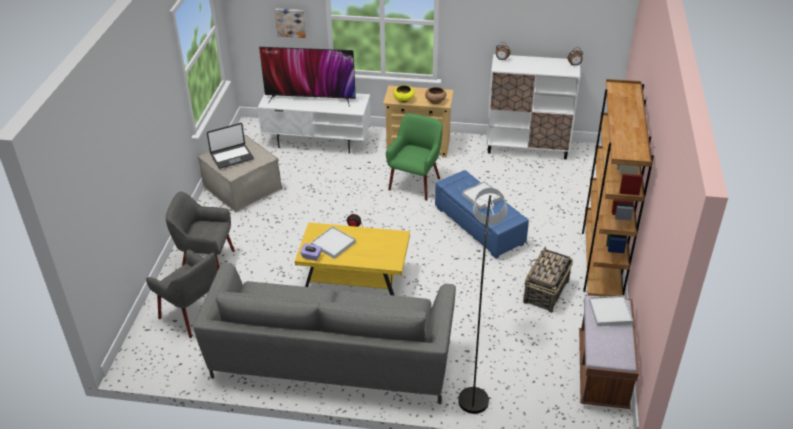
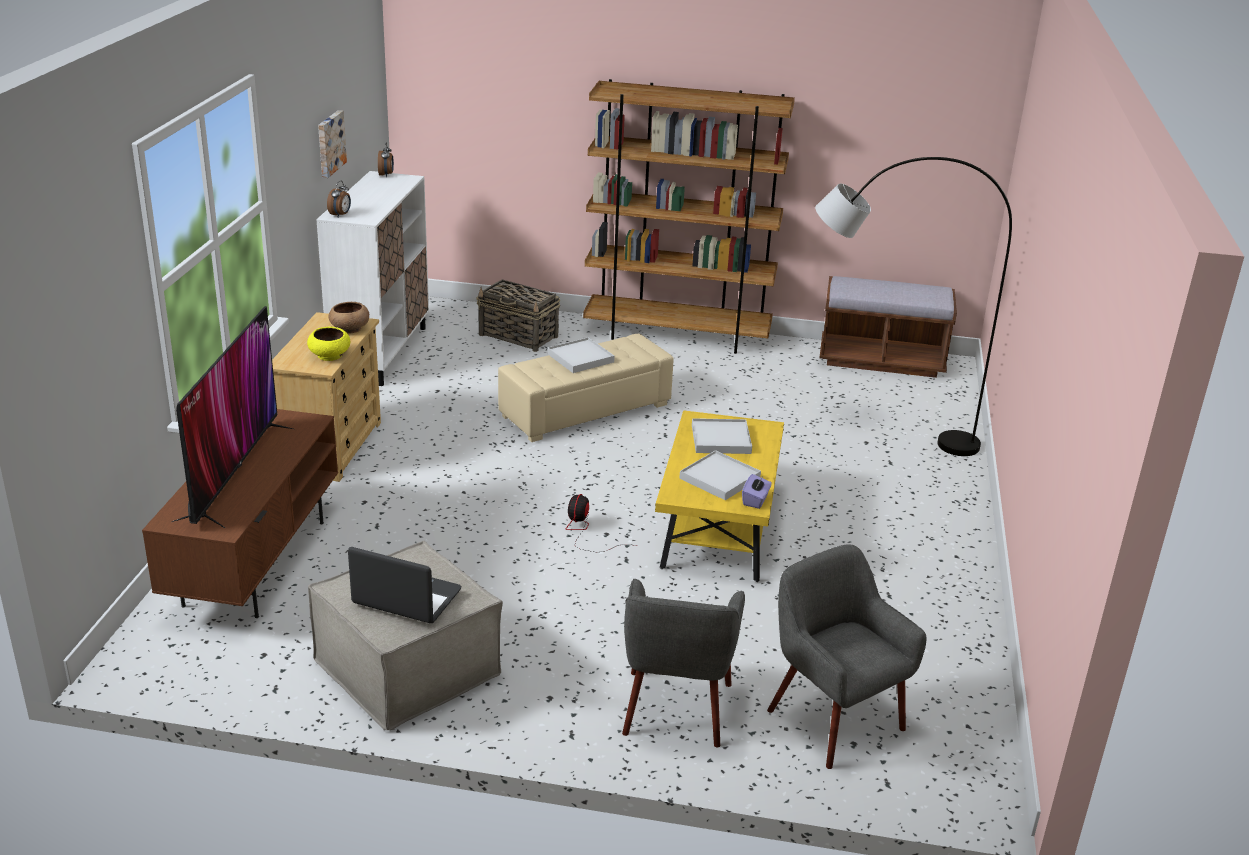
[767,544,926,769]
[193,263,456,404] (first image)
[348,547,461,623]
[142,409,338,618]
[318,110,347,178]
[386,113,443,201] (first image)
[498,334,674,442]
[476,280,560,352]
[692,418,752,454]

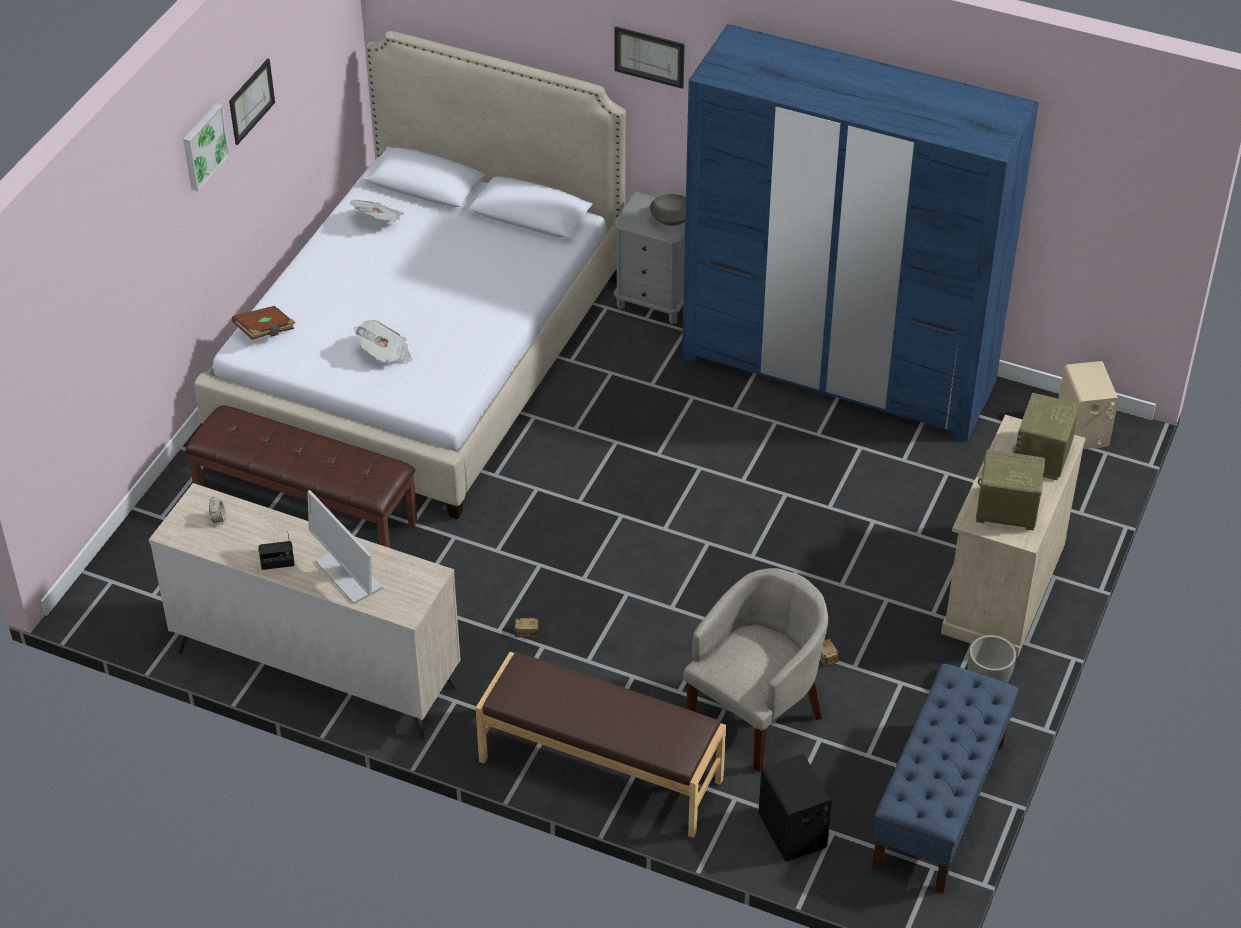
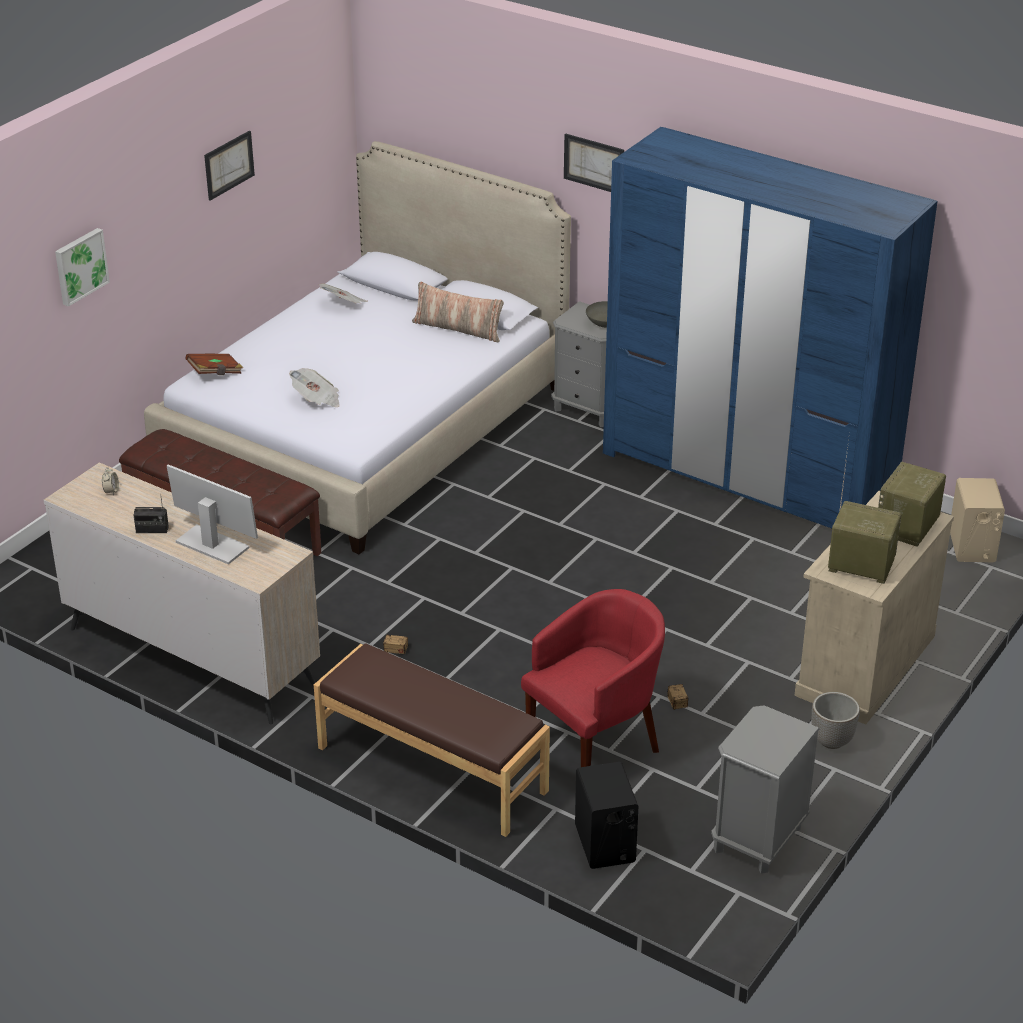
[55,228,110,307]
[167,464,258,564]
[521,589,665,767]
[711,705,820,874]
[412,282,504,342]

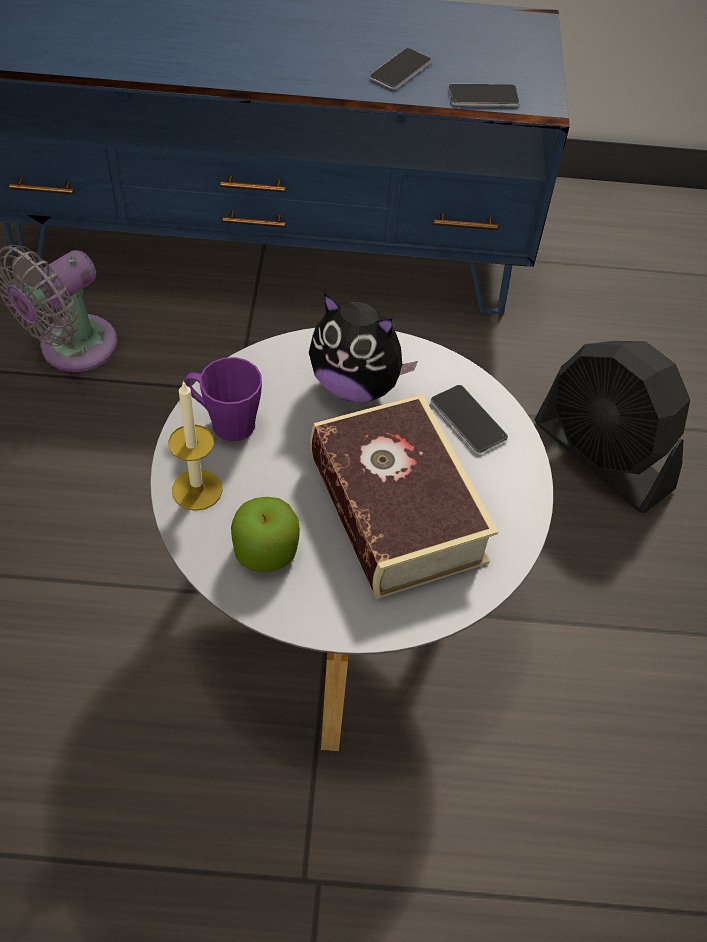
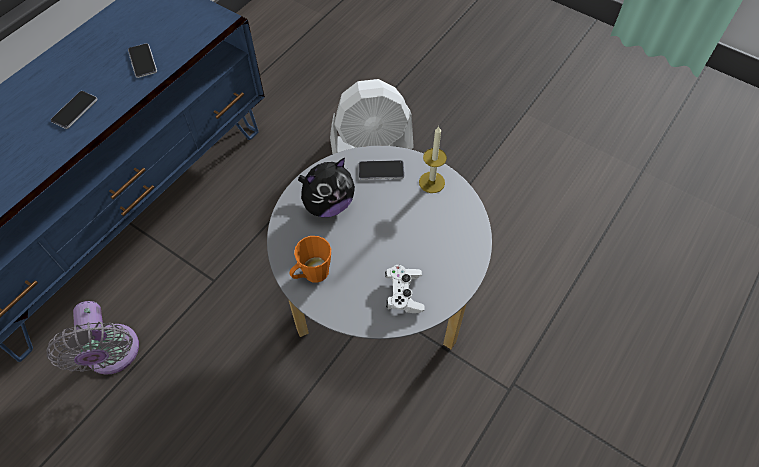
[419,126,447,193]
[290,236,331,283]
[385,265,425,313]
[310,394,498,599] (first image)
[51,91,98,129]
[330,79,414,154]

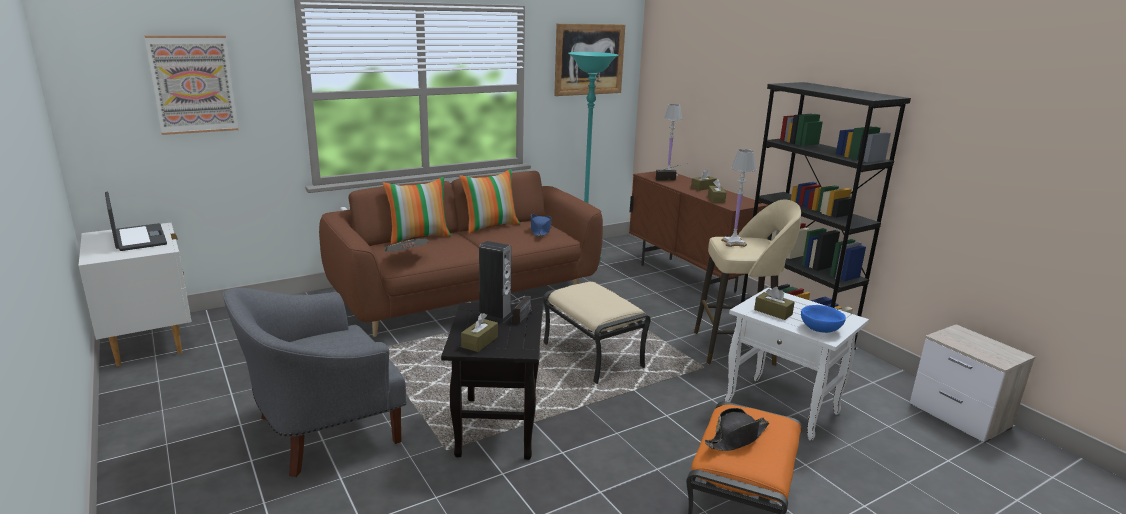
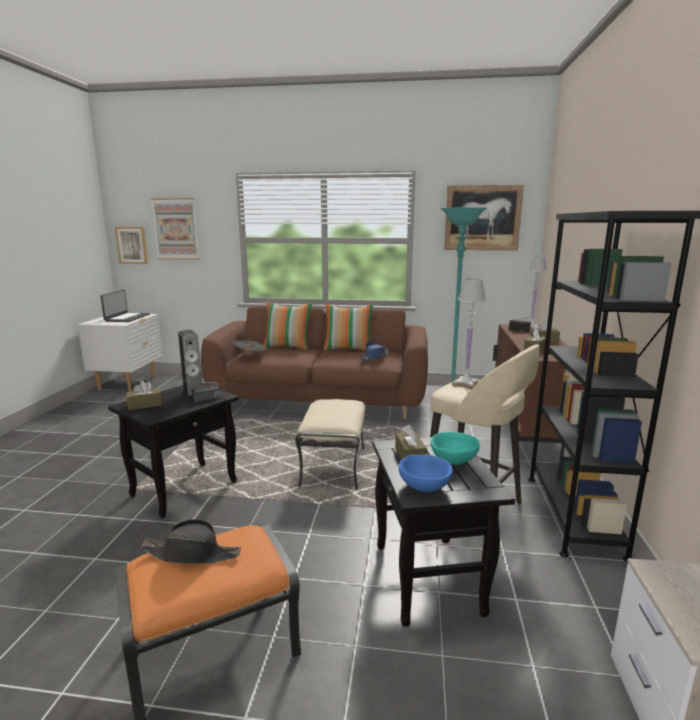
[223,288,407,477] (first image)
[372,437,515,627]
[115,227,148,264]
[431,432,480,465]

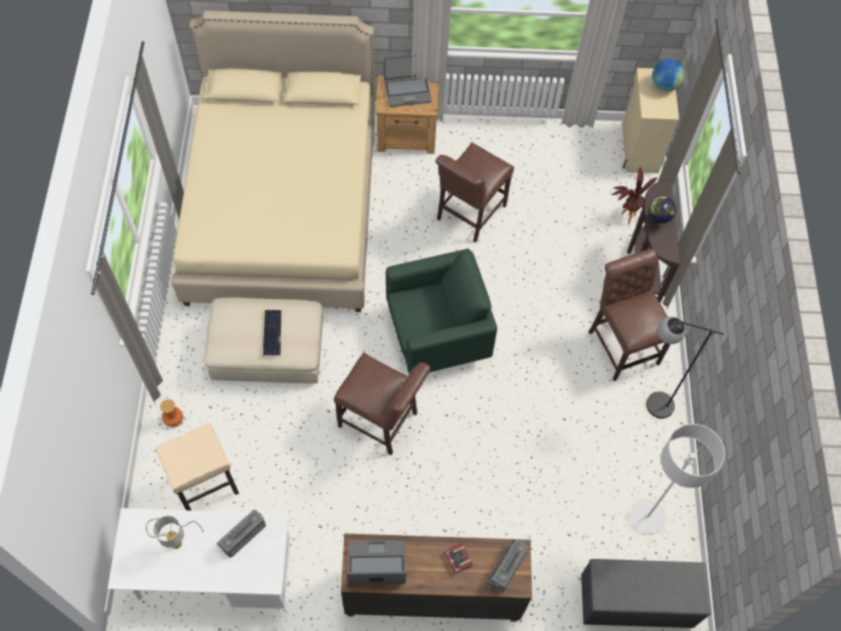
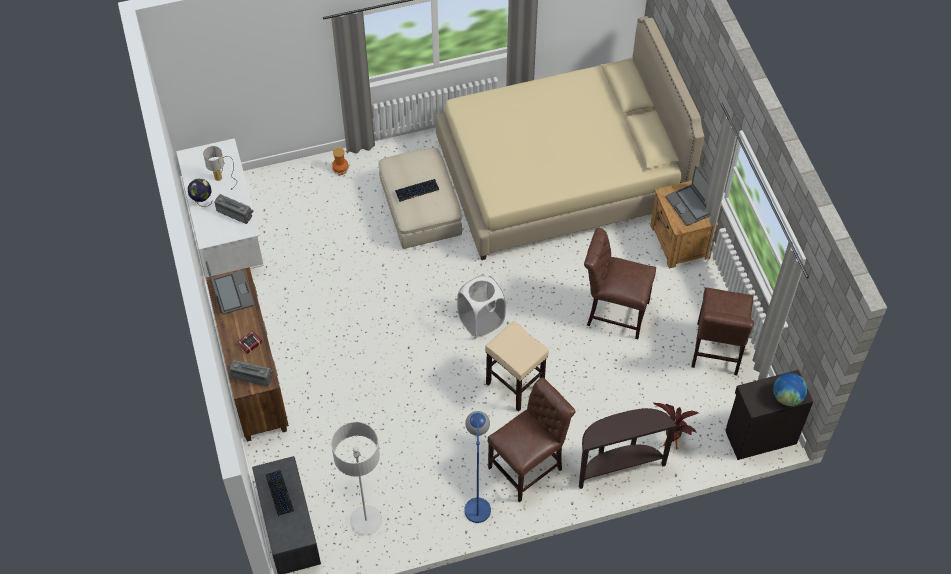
[485,321,549,412]
[691,287,754,375]
[457,275,506,337]
[725,370,813,460]
[464,411,491,523]
[188,179,212,207]
[265,470,294,517]

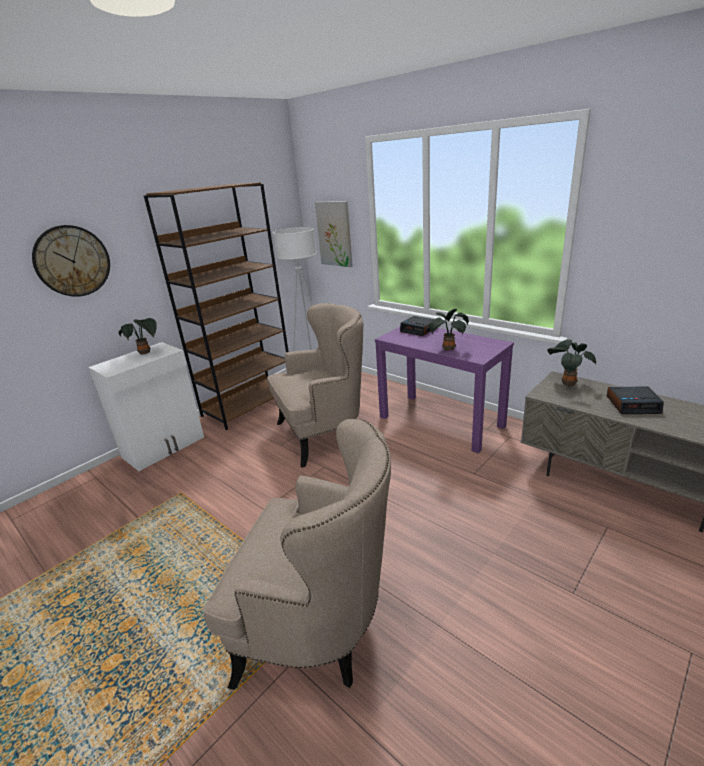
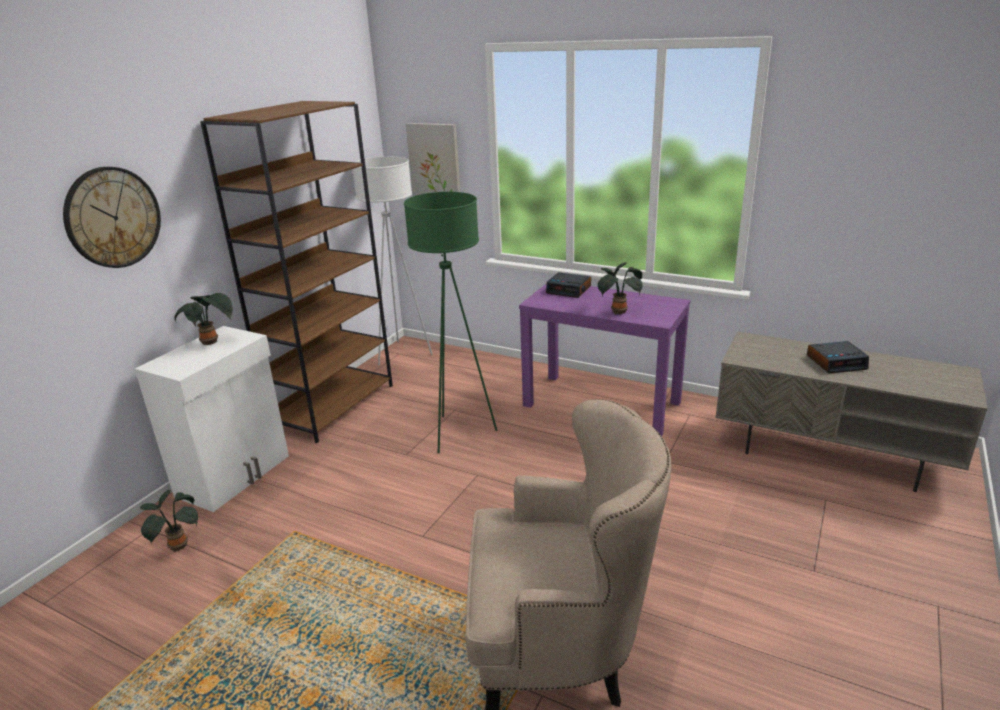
[404,192,497,453]
[140,490,198,552]

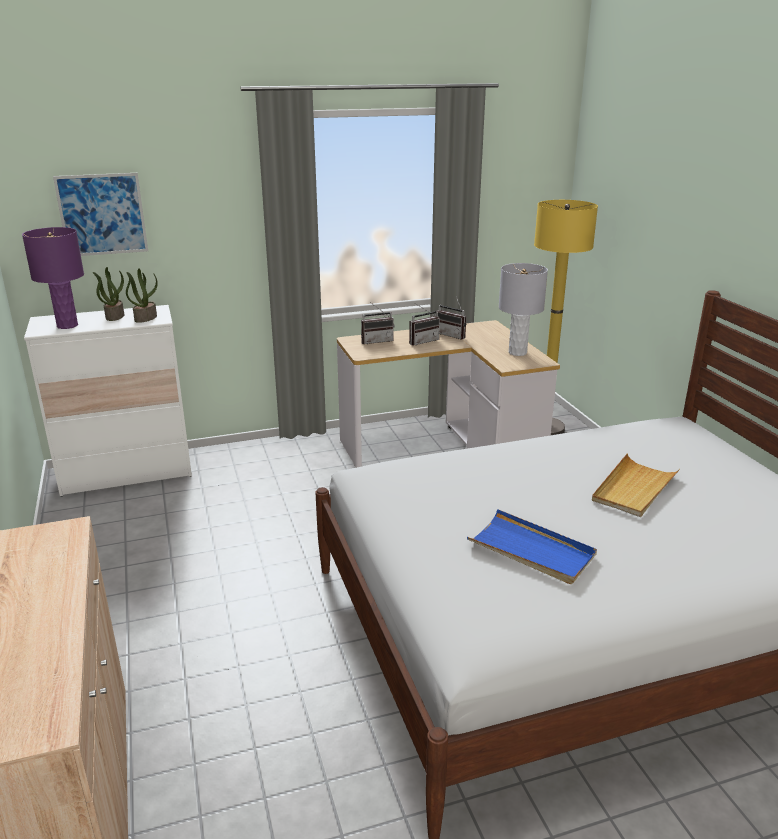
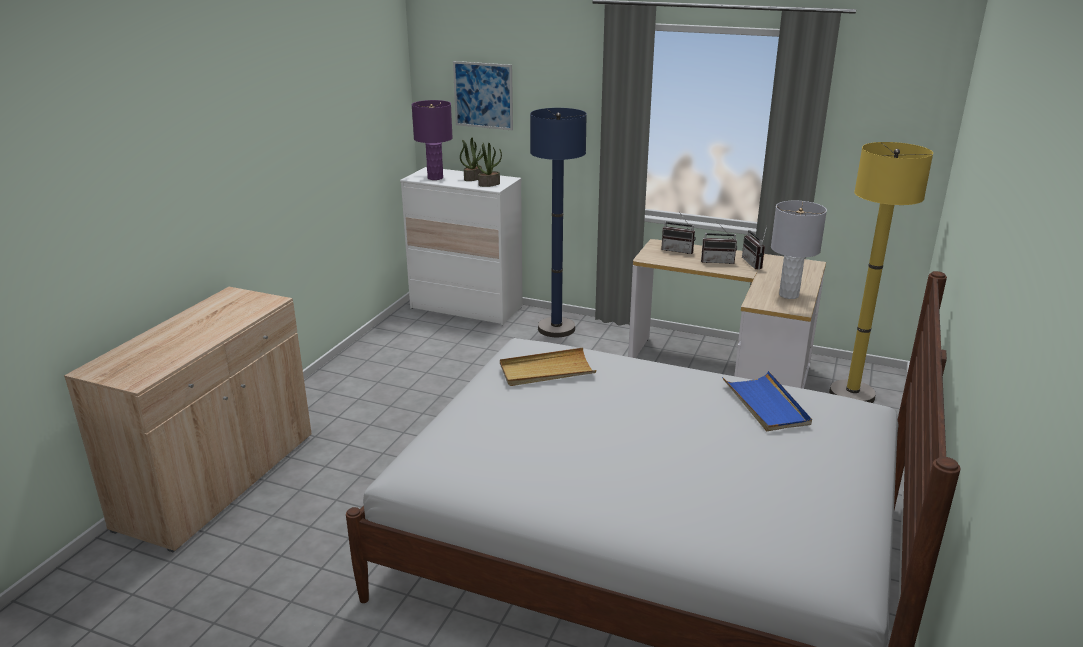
[722,371,812,431]
[500,348,596,386]
[530,108,587,337]

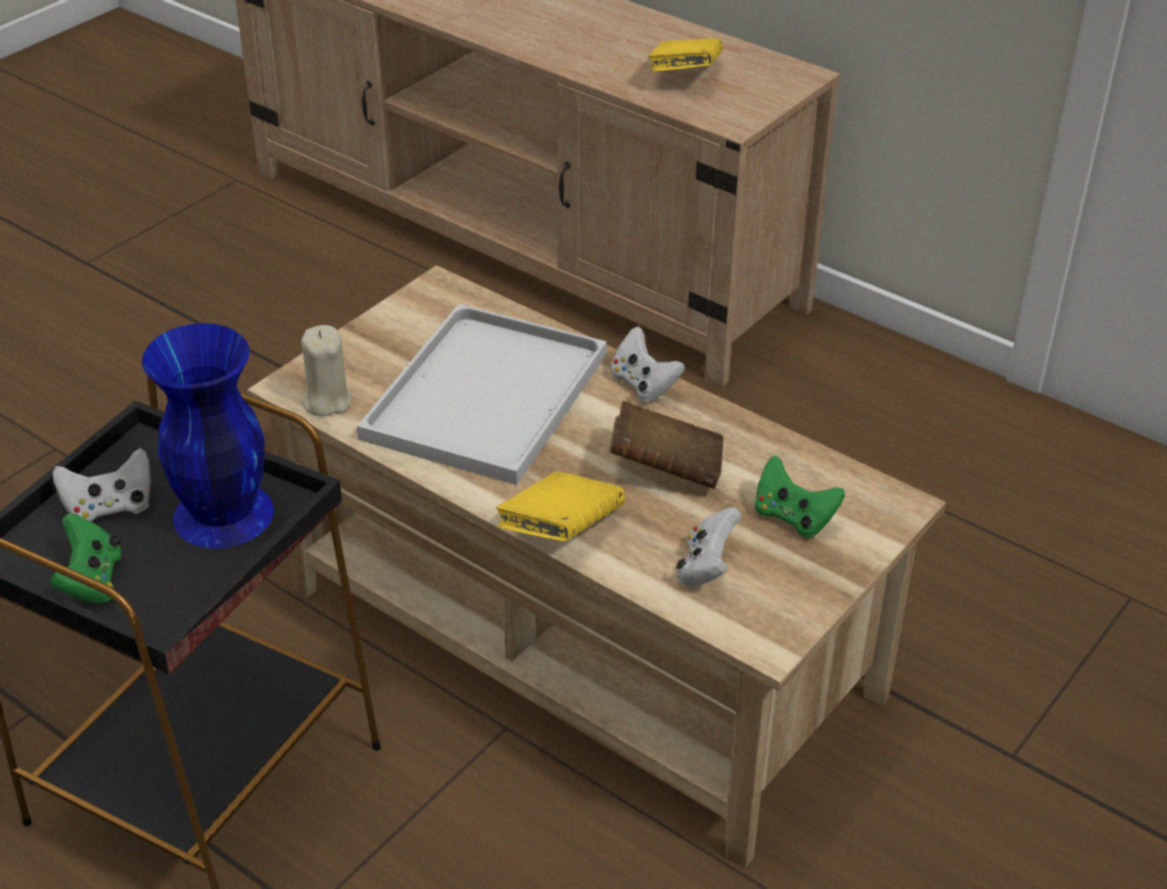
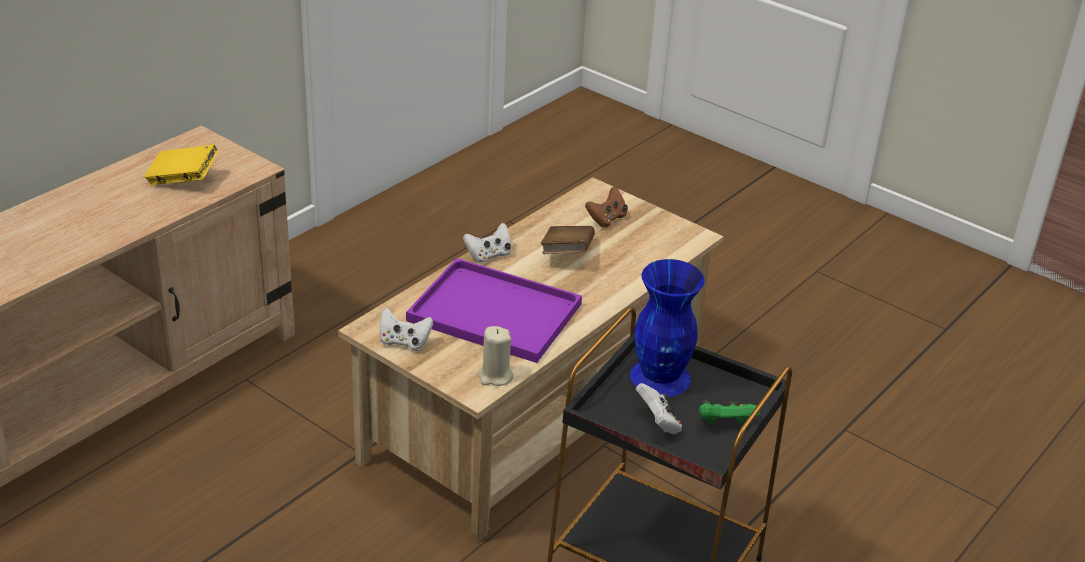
[406,258,582,363]
[496,471,625,541] (first image)
[380,308,433,351]
[585,187,628,228]

